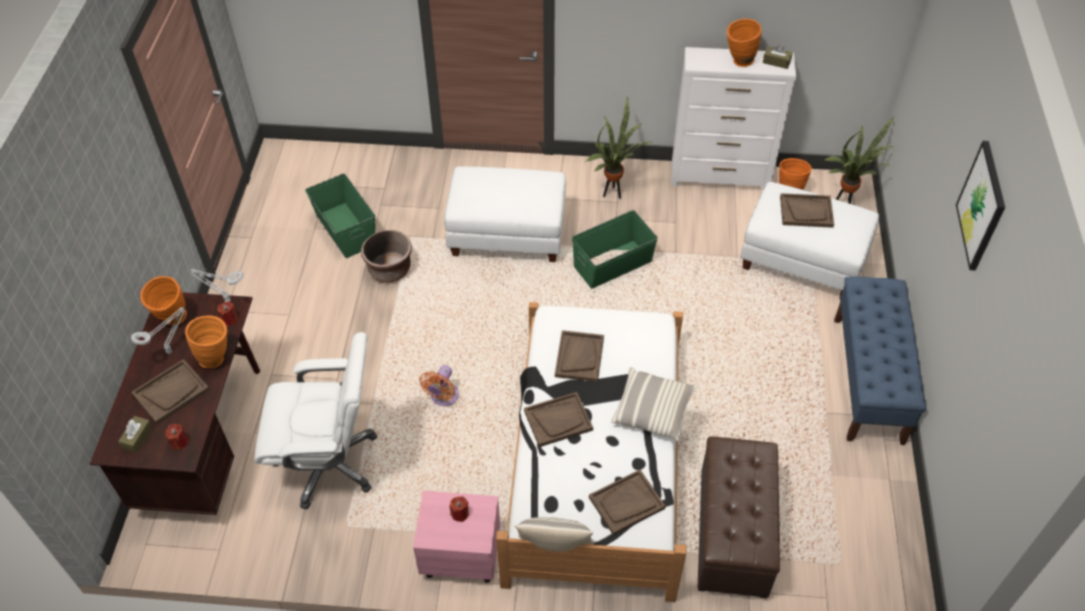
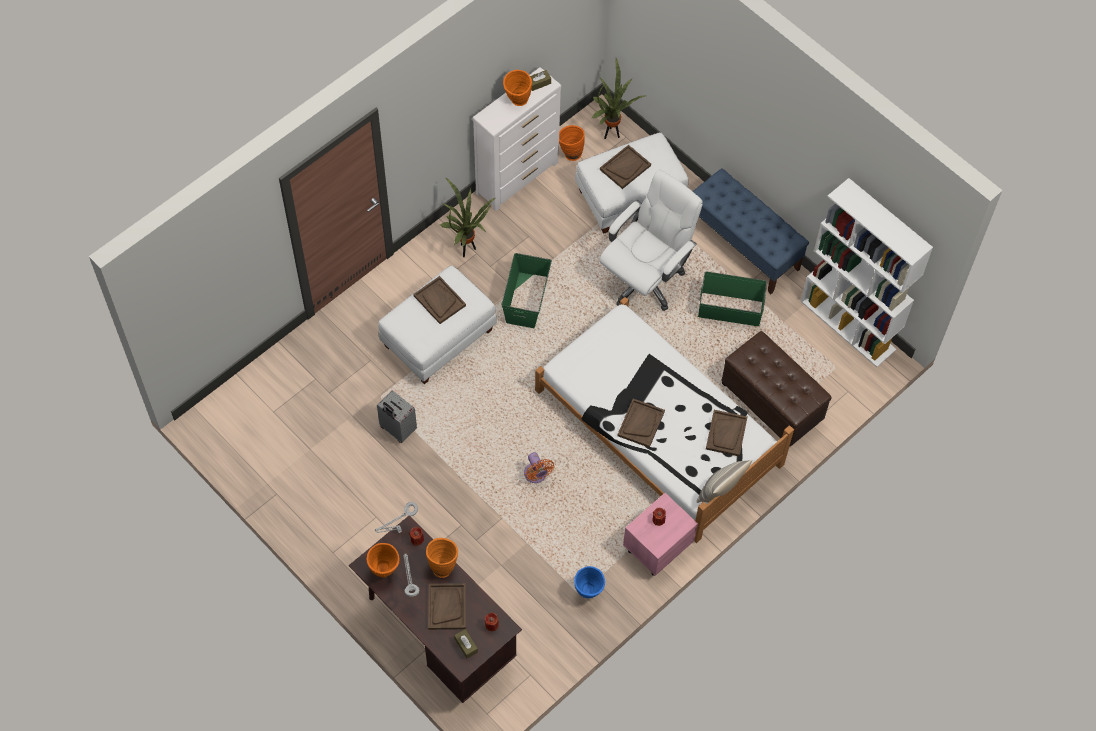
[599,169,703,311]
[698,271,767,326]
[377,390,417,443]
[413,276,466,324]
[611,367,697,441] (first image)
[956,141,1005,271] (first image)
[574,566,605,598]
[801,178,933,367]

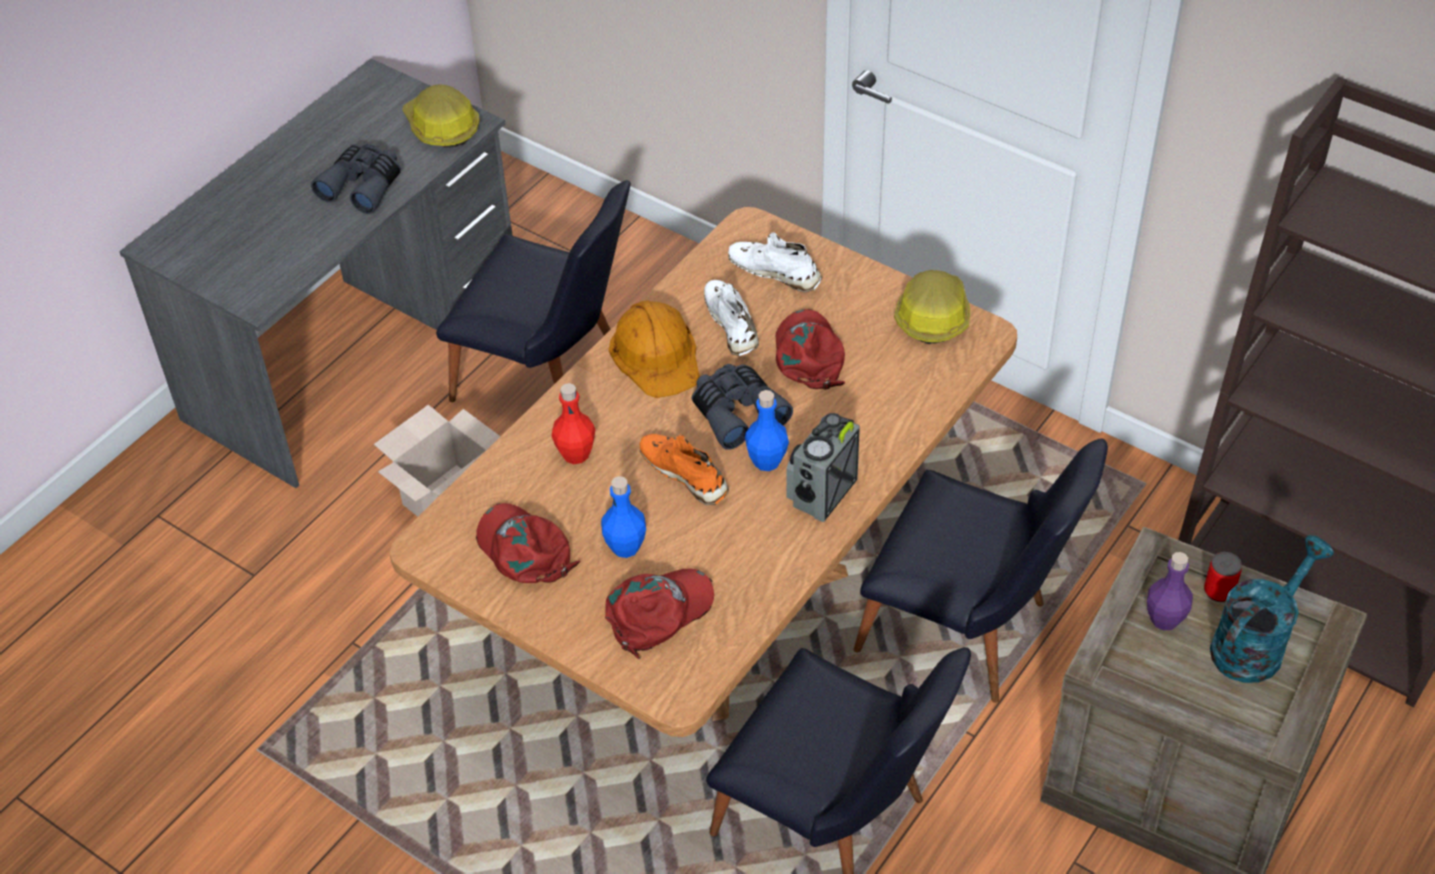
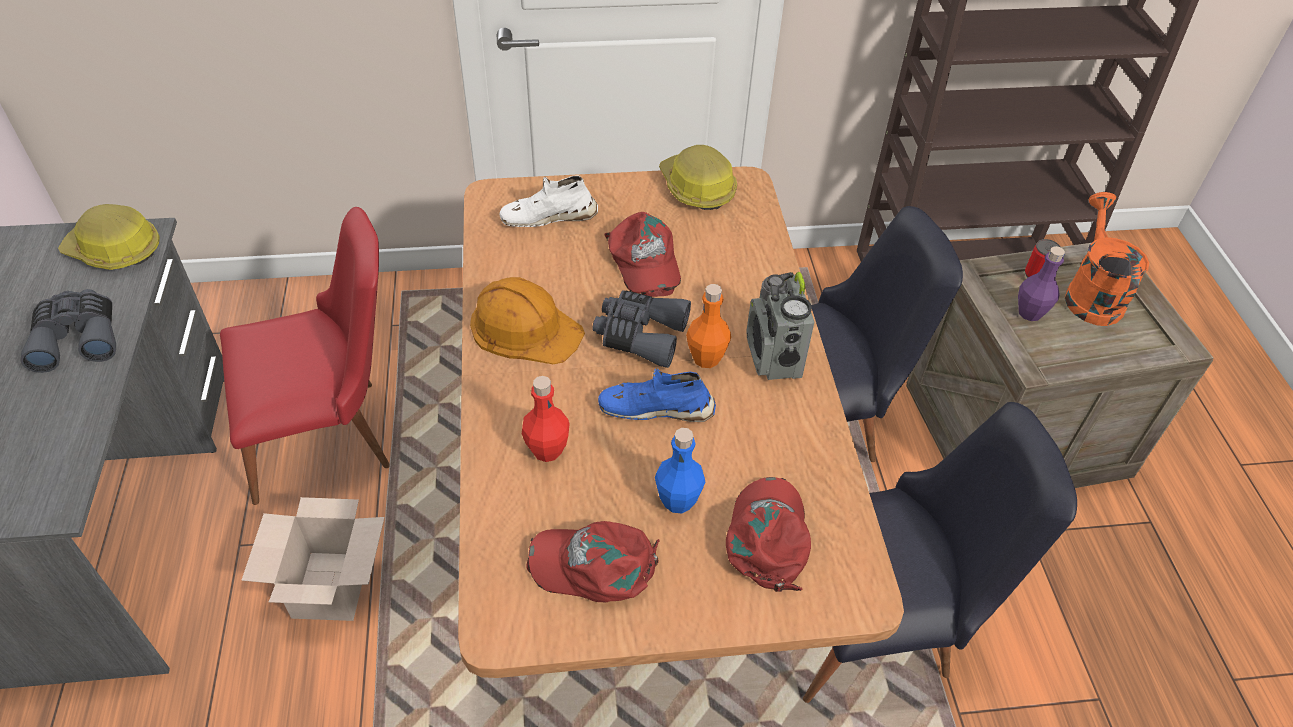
[220,207,390,505]
[598,368,716,422]
[704,280,759,356] (first image)
[686,284,731,368]
[605,212,681,297]
[1065,192,1149,326]

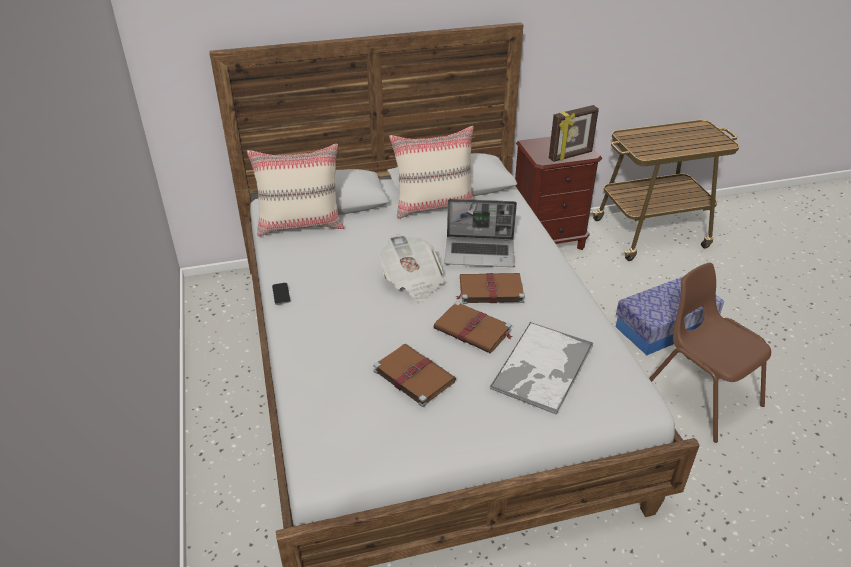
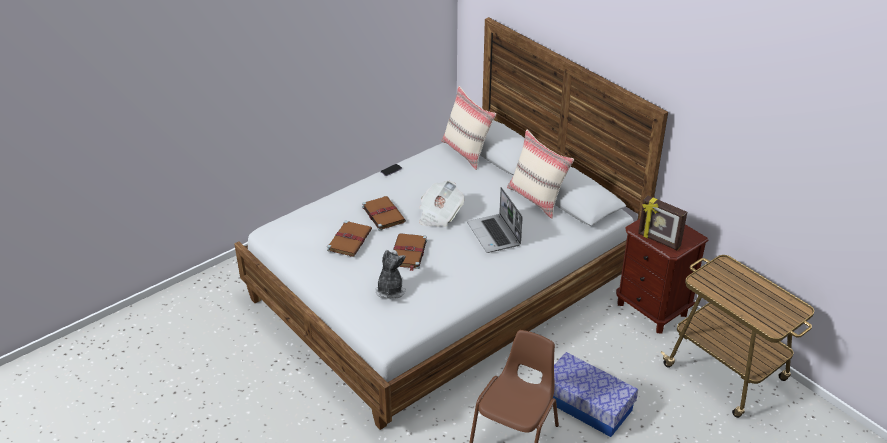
[362,196,406,231]
[375,250,406,299]

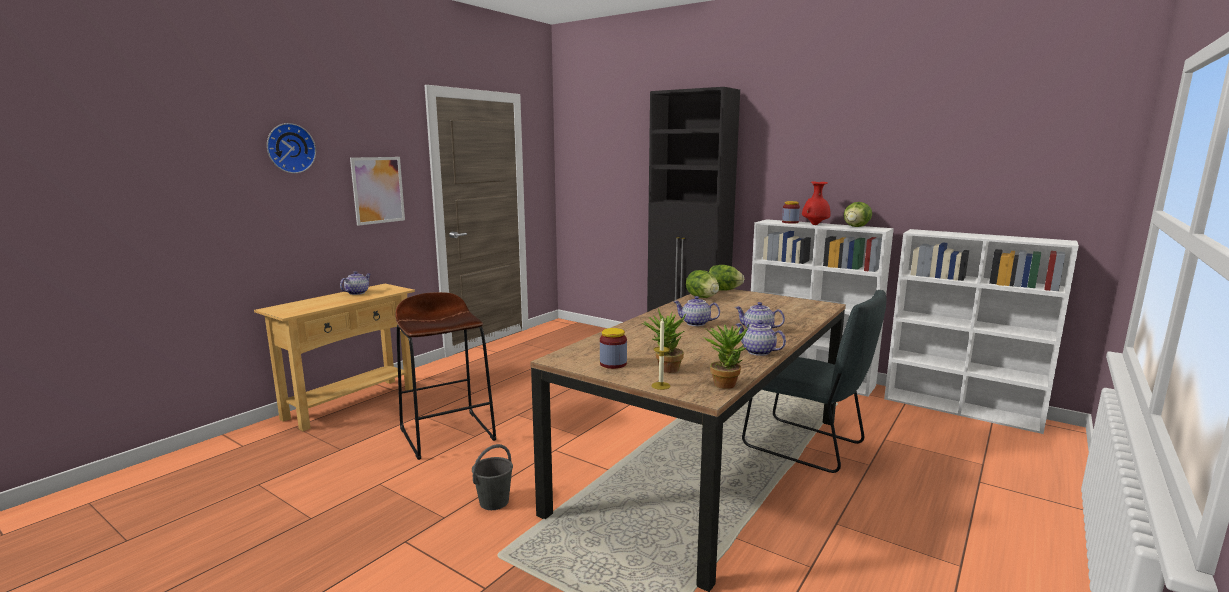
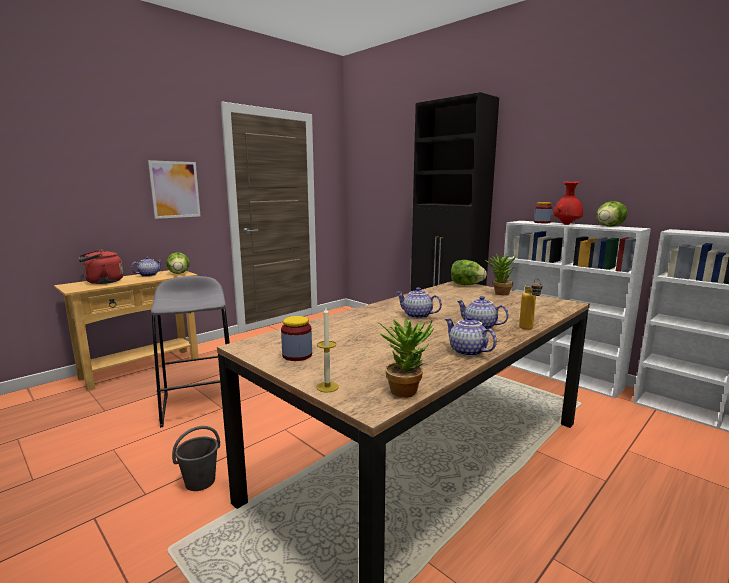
[267,123,316,173] (first image)
[151,276,230,428]
[485,252,516,295]
[166,252,190,274]
[742,290,886,473] (first image)
[79,249,123,284]
[519,279,542,330]

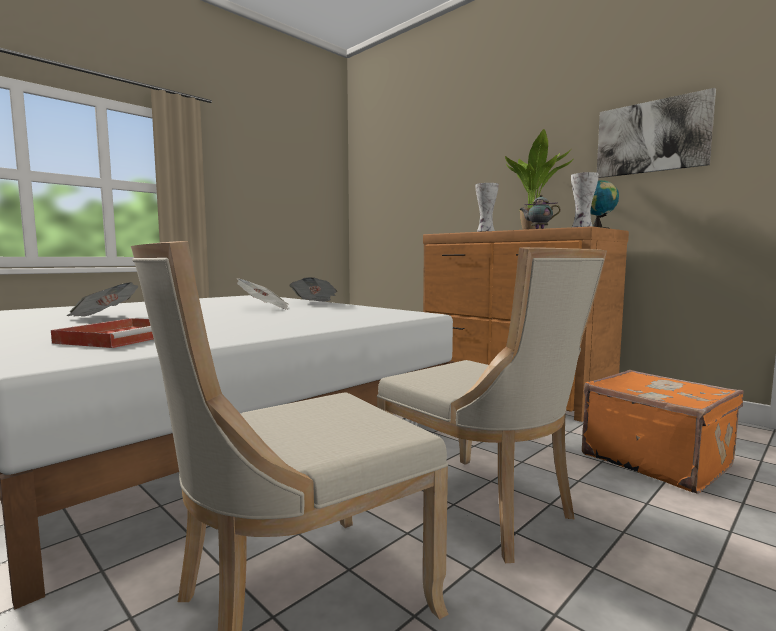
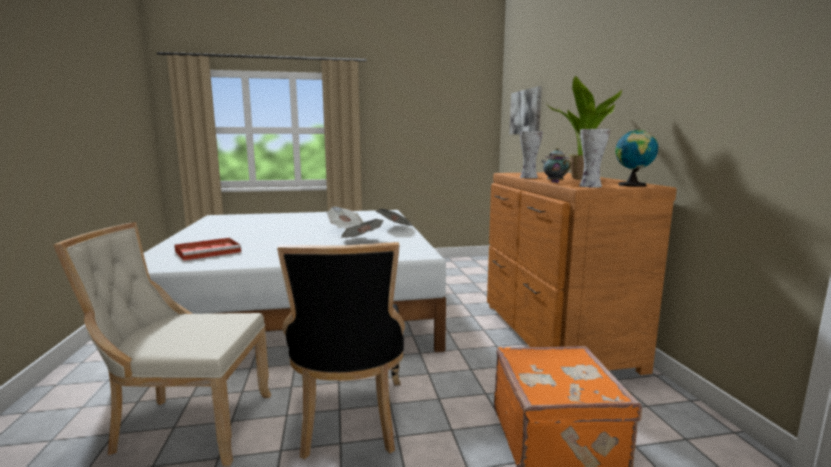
[341,219,384,238]
[277,242,405,459]
[509,86,542,135]

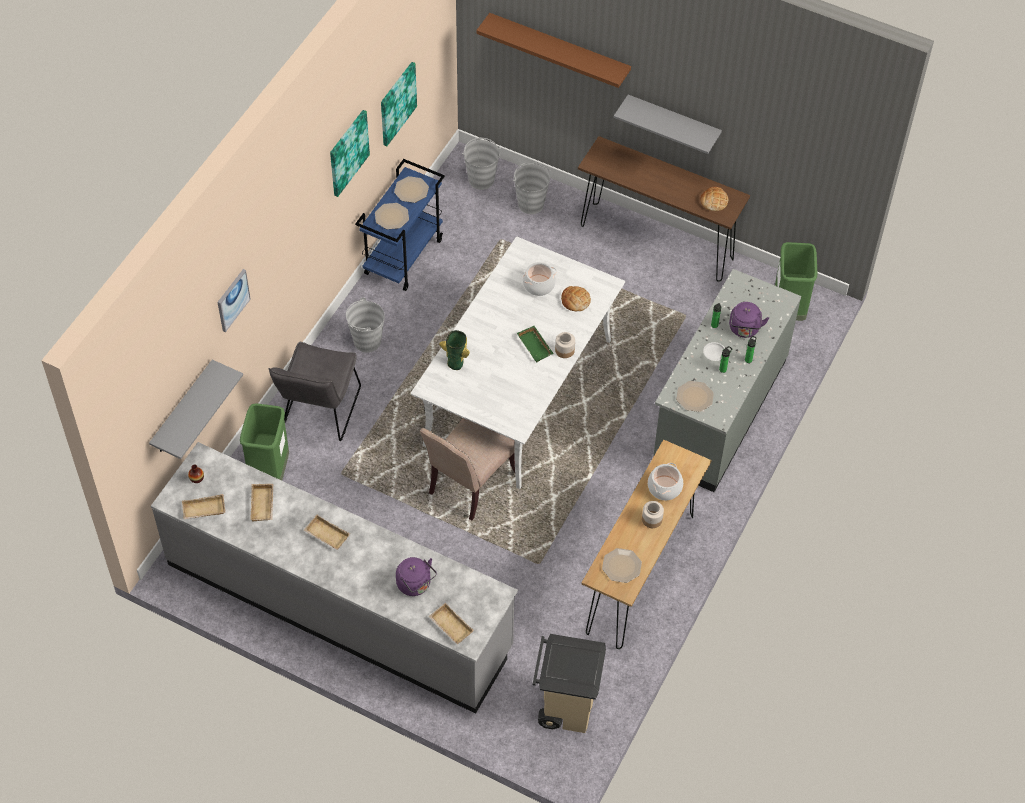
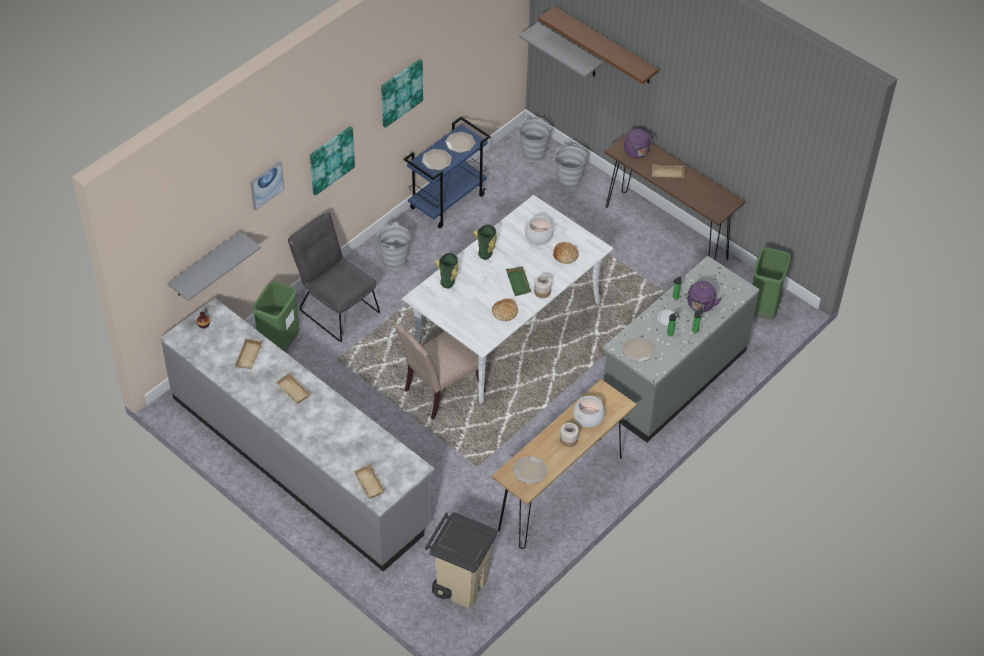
[652,164,685,179]
[288,212,380,342]
[310,126,355,196]
[624,129,655,158]
[519,22,603,78]
[492,299,518,321]
[473,225,497,260]

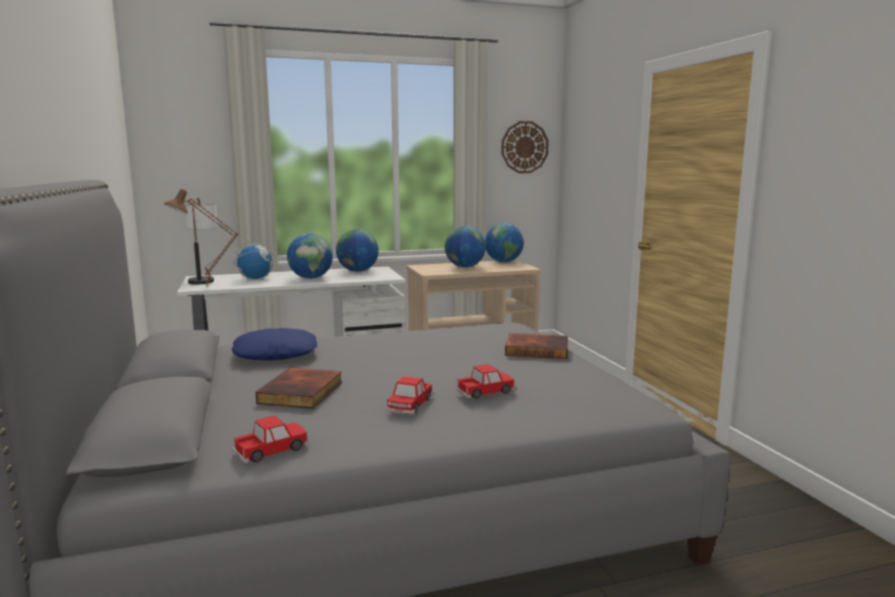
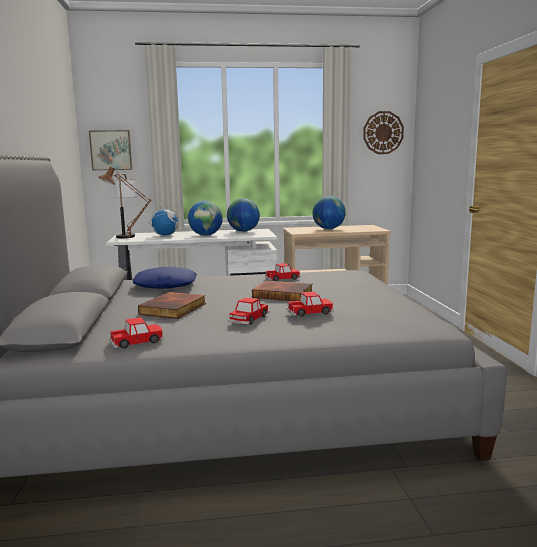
[485,223,524,262] (first image)
[252,281,312,301]
[89,130,132,170]
[265,263,300,281]

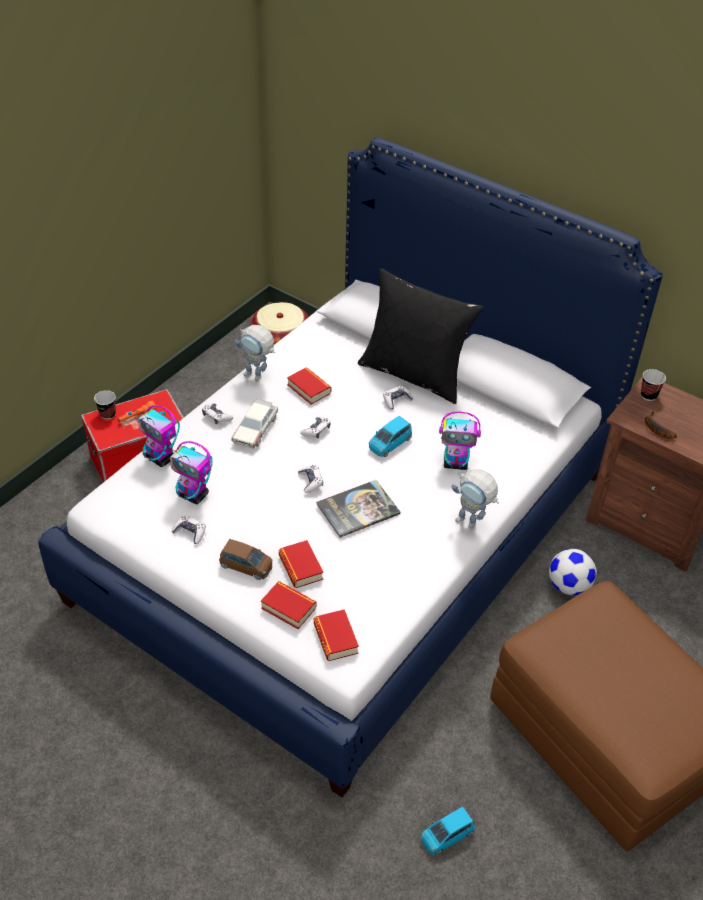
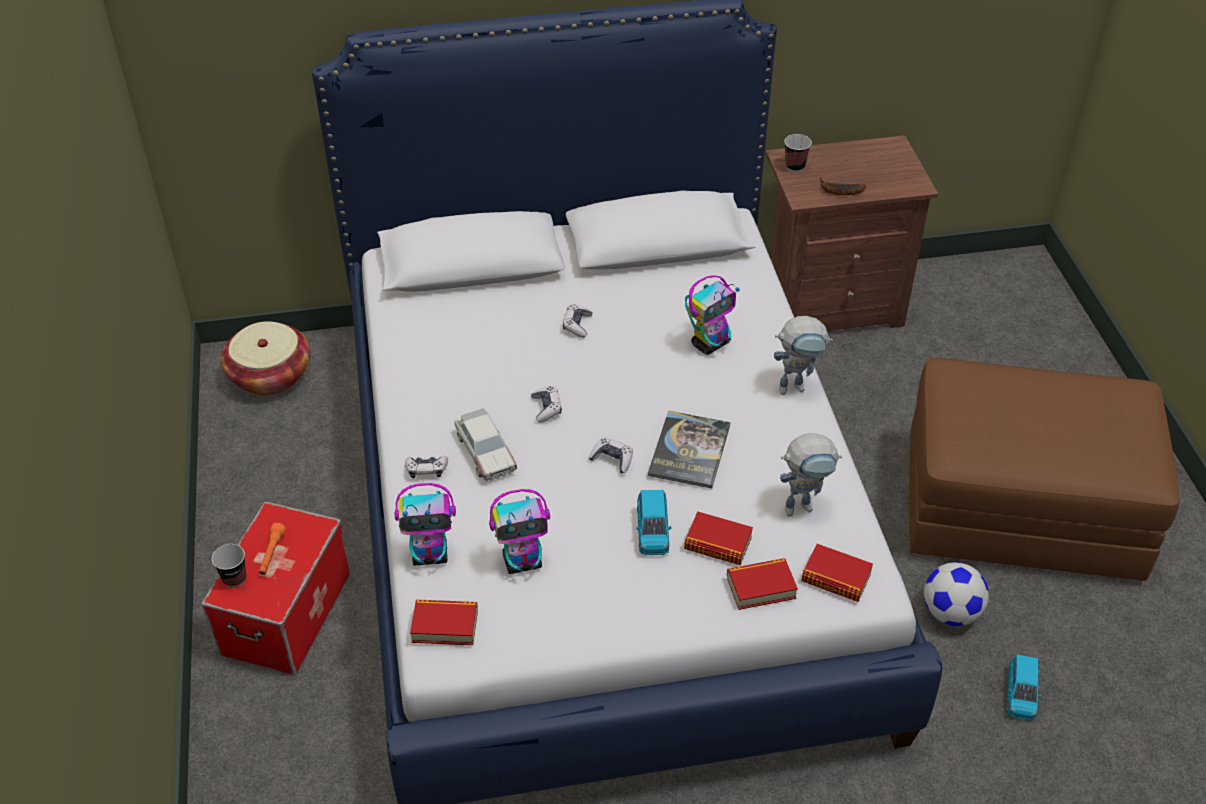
[172,515,206,544] (first image)
[219,539,273,580] (first image)
[780,433,842,517]
[410,600,478,645]
[358,268,483,404] (first image)
[636,490,672,555]
[924,562,989,626]

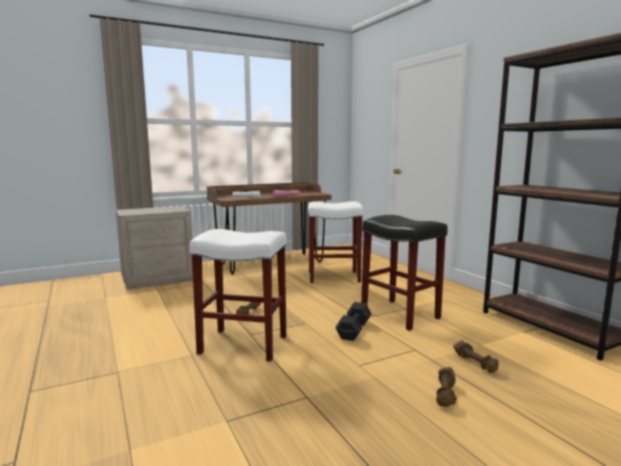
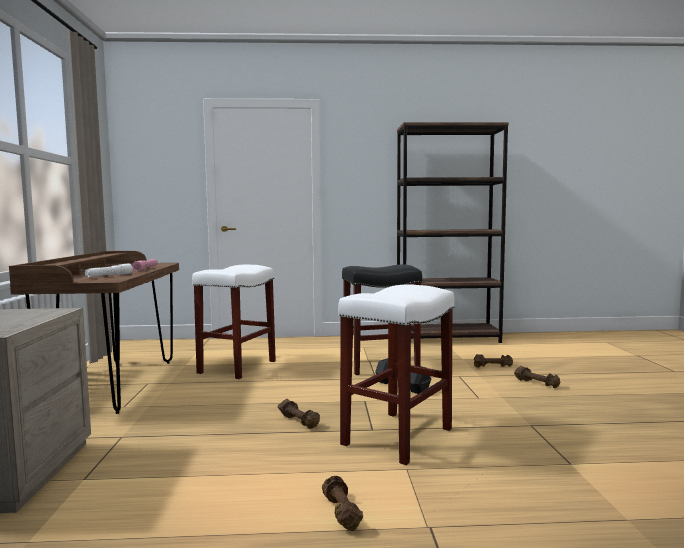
[322,476,363,531]

